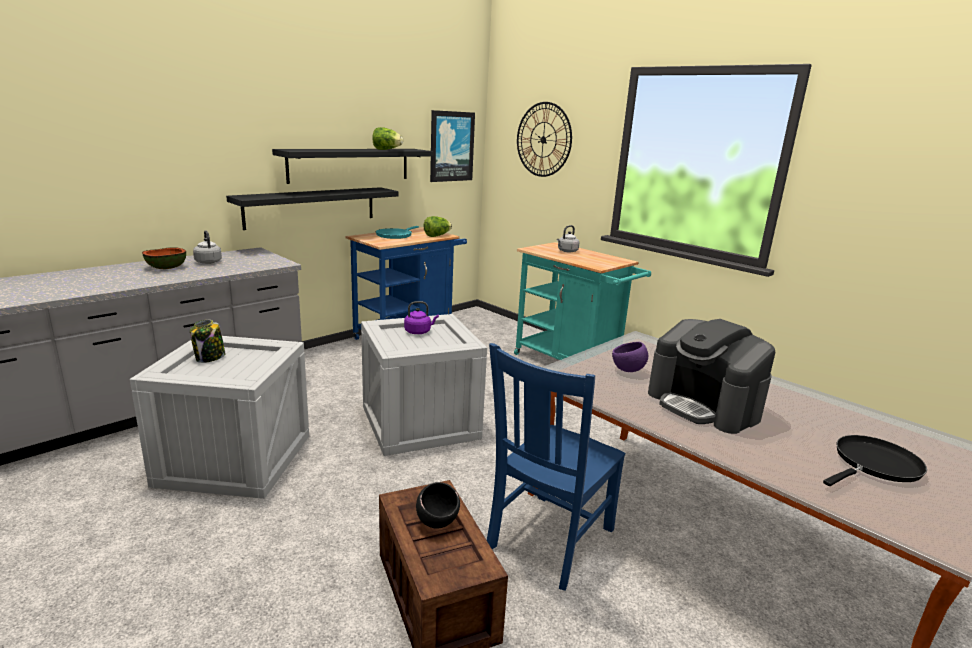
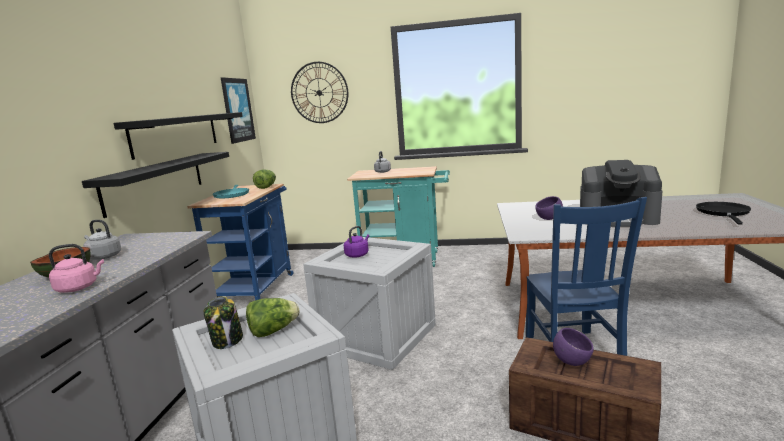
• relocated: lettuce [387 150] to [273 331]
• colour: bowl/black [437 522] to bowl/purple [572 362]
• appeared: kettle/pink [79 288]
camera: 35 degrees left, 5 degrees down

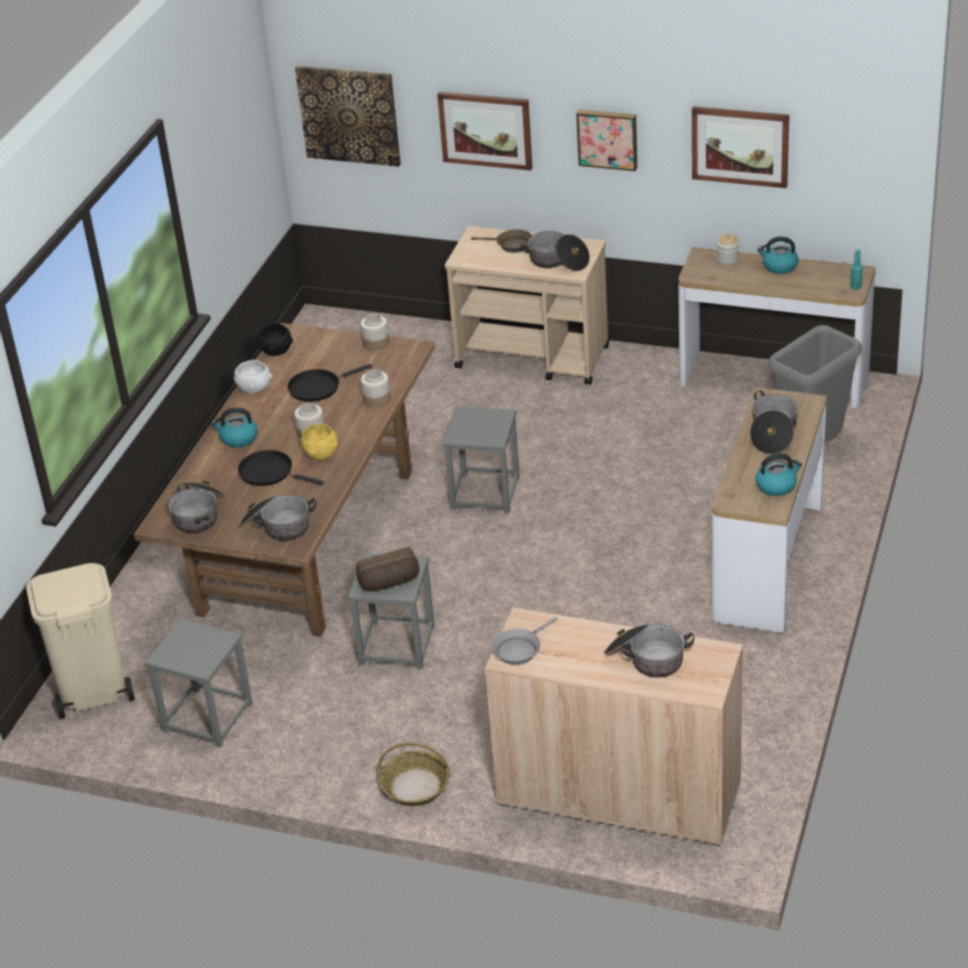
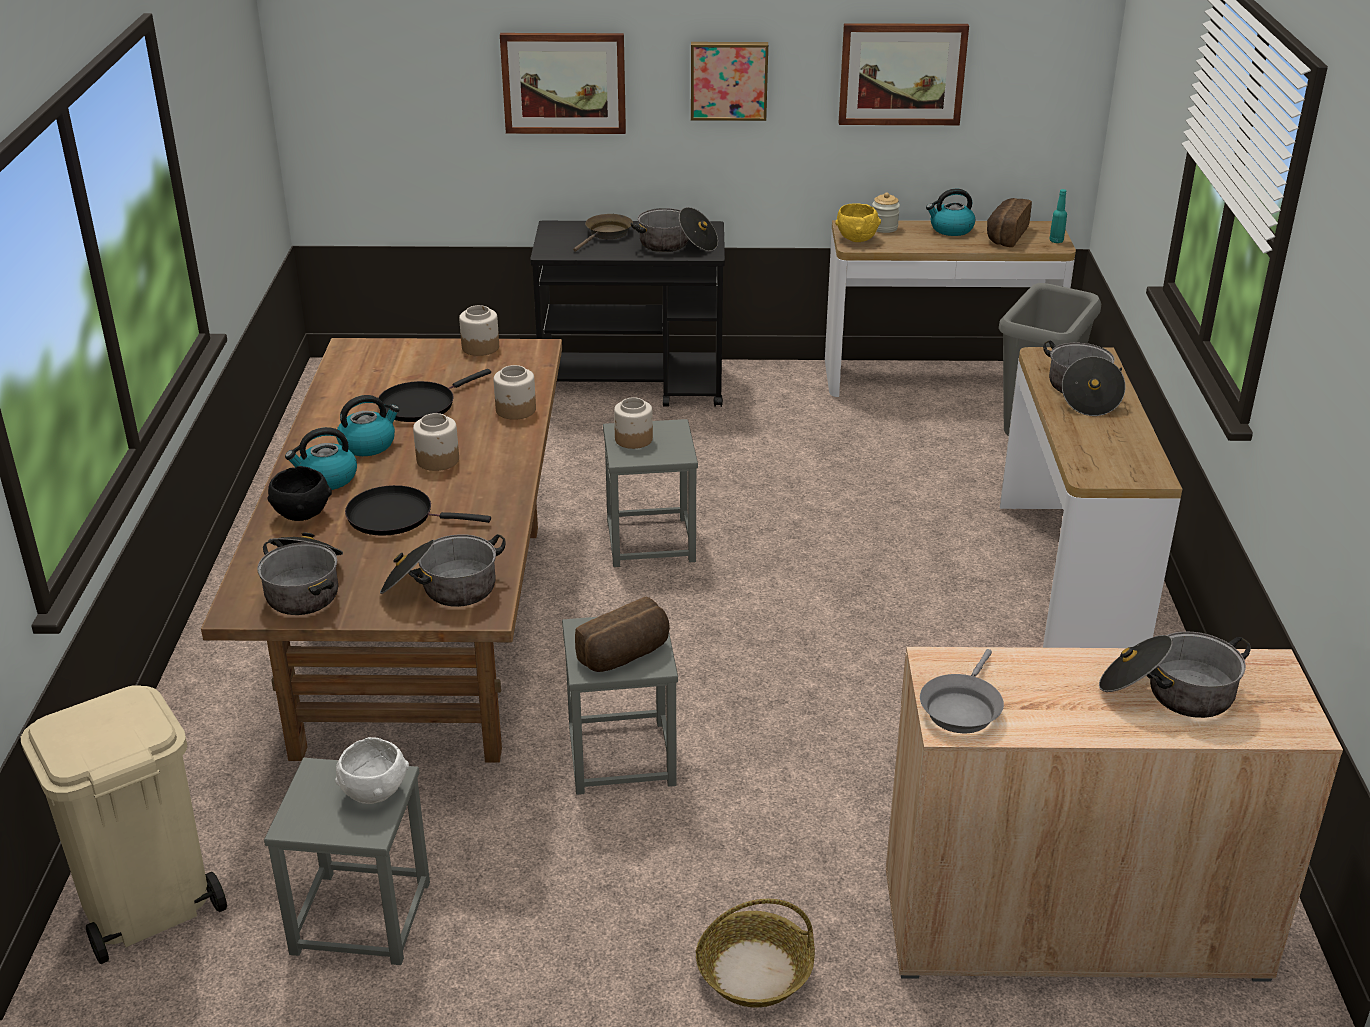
• relocated: bowl/white [254 389] to [373 793]
• relocated: bowl/black [276 352] to [301 515]
• missing: picture [349 115]
• relocated: bowl/yellow [321 454] to [856 239]
• colour: cart/beige [533 357] to cart/black [634 386]
• spun: frying pan/brown [511 245] = [607 234] 60 degrees counterclockwise
• relocated: kettle [776 485] to [368 444]
• appeared: jar [633 439]
• appeared: bread [1005 235]
camera: 20 degrees left, 5 degrees down

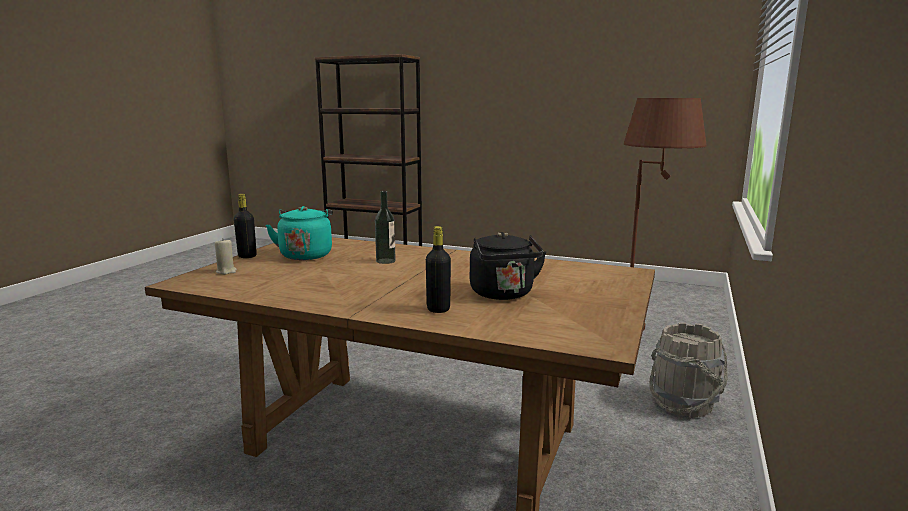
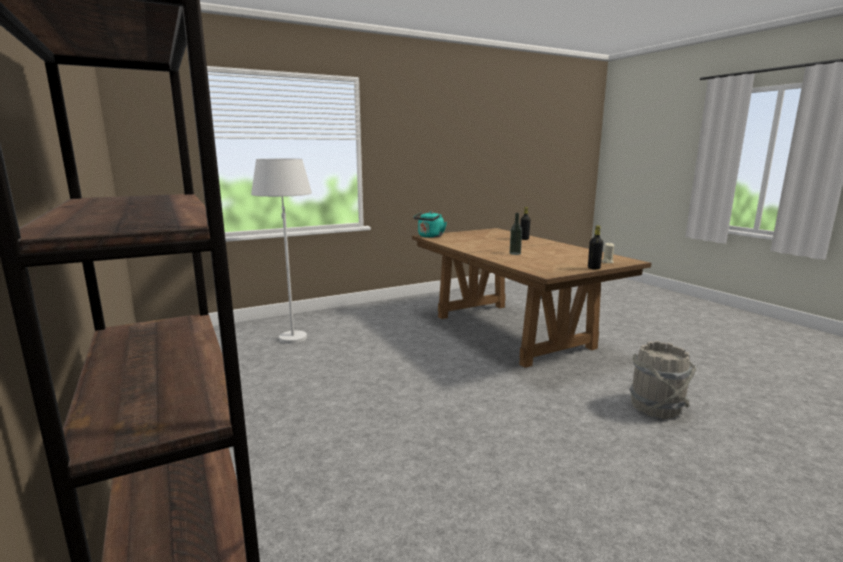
• relocated: kettle/turquoise [306 255] to [430 236]
• missing: kettle/black [503 294]
• colour: floor lamp/brown [646 330] to floor lamp/white [292 333]
• relocated: bucket/grey [683 404] to [656 408]
camera: 140 degrees left, 0 degrees up

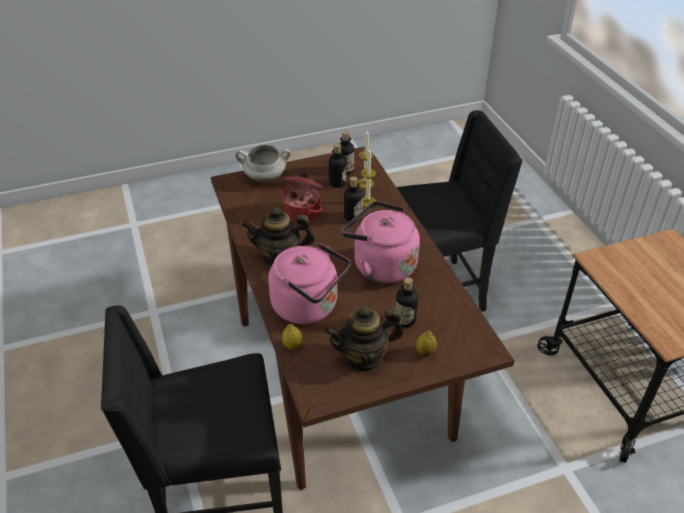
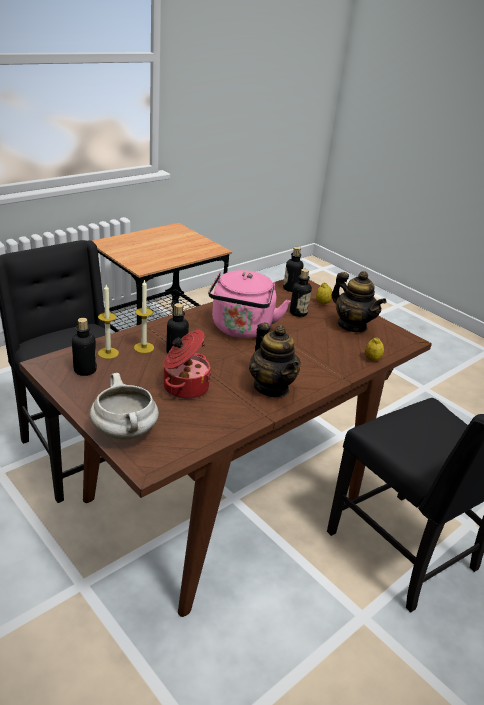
• missing: kettle/pink [309 306]
• relocated: bottle [337 183] to [291 288]
camera: 115 degrees left, 10 degrees down

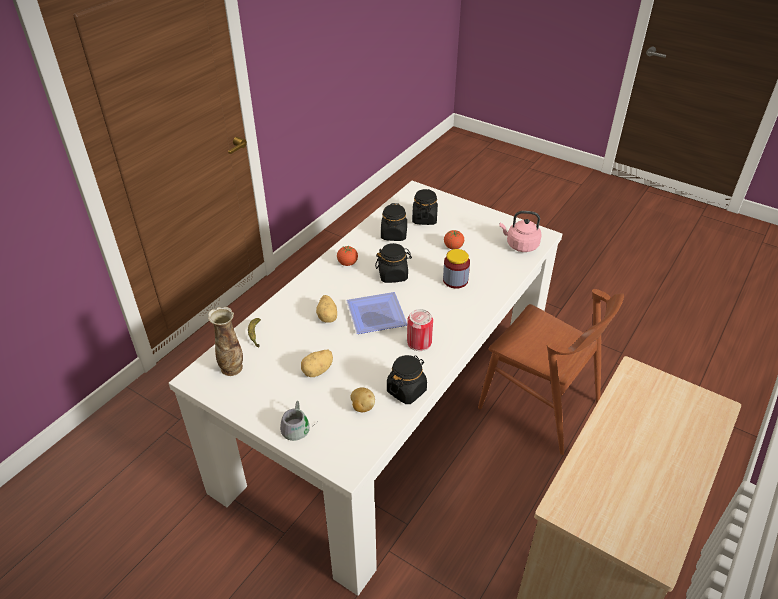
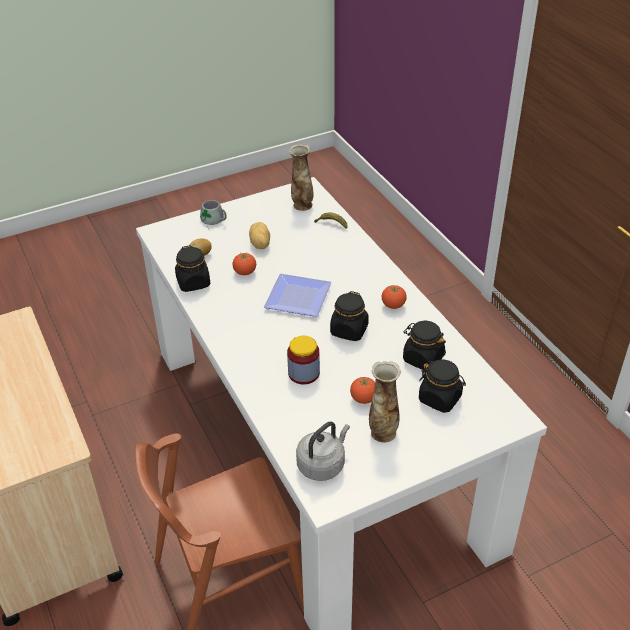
• missing: potato [328 317]
• missing: can [419 342]
• colour: kettle/pink [520 245] to kettle/grey [322 464]
• appeared: tomato [245 272]
• appeared: vase [383 432]
camera: 120 degrees right, 0 degrees up

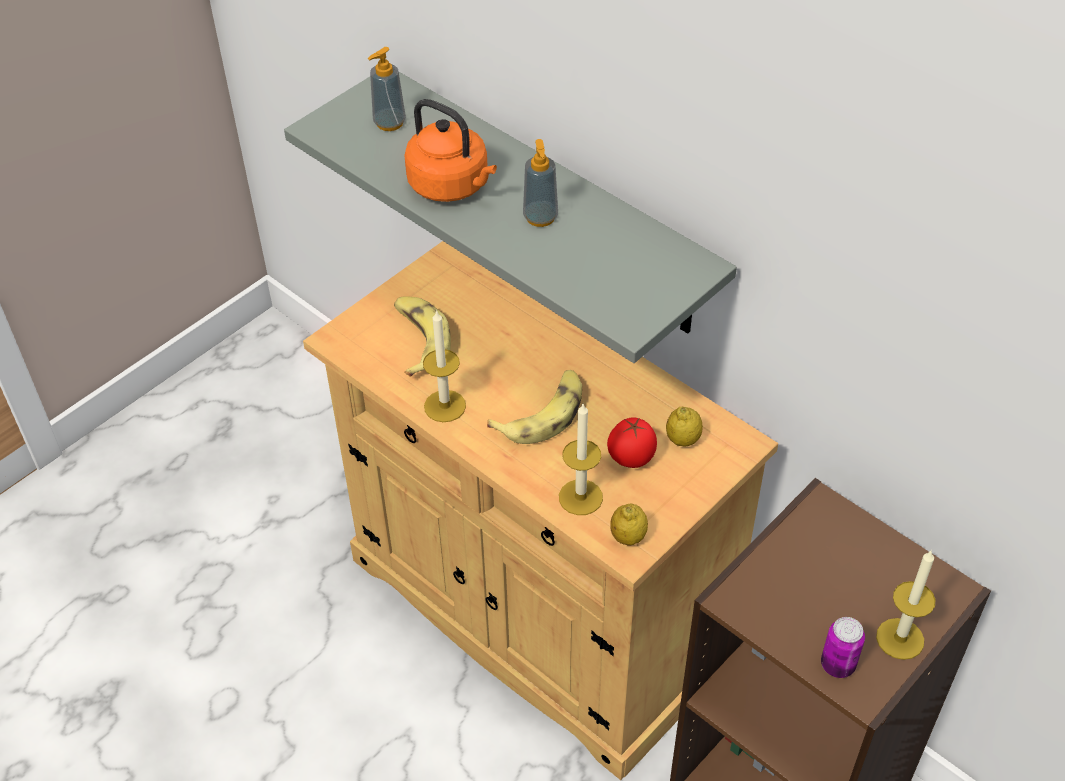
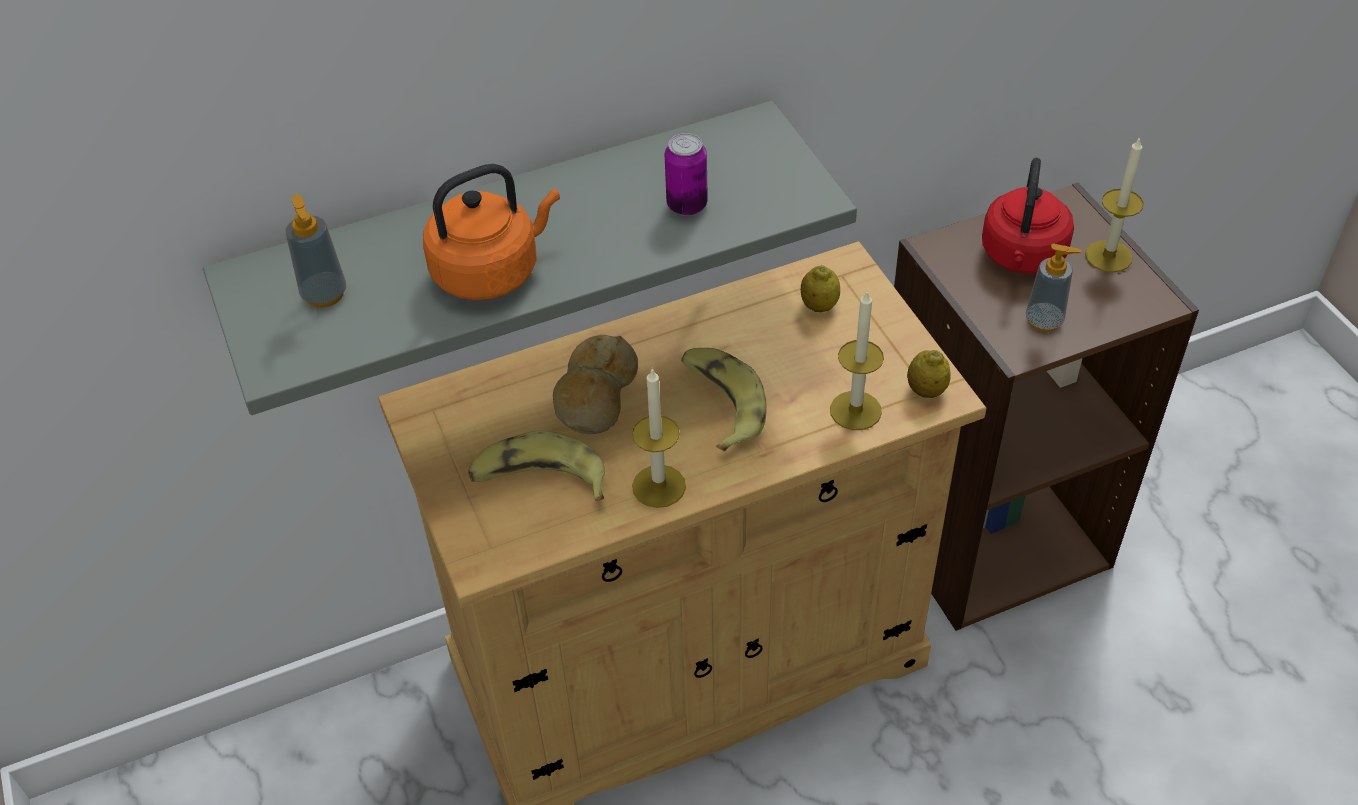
• relocated: soap dispenser [540 217] to [1044 321]
• missing: tomato [630 458]
• relocated: can [837 665] to [687 205]
• appeared: bread [595 397]
• appeared: kettle/red [1022 257]
camera: 65 degrees left, 0 degrees up

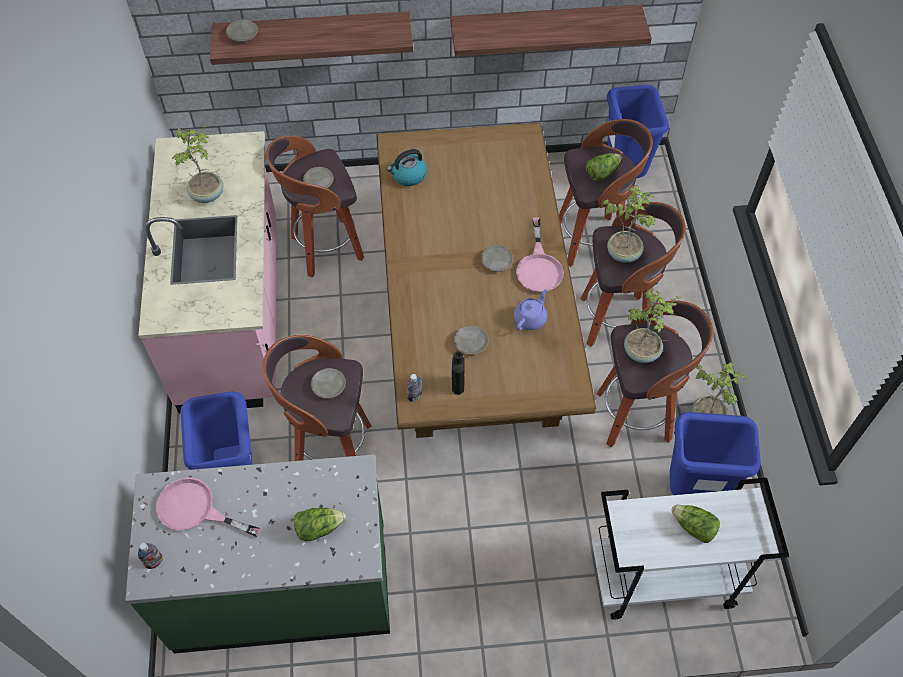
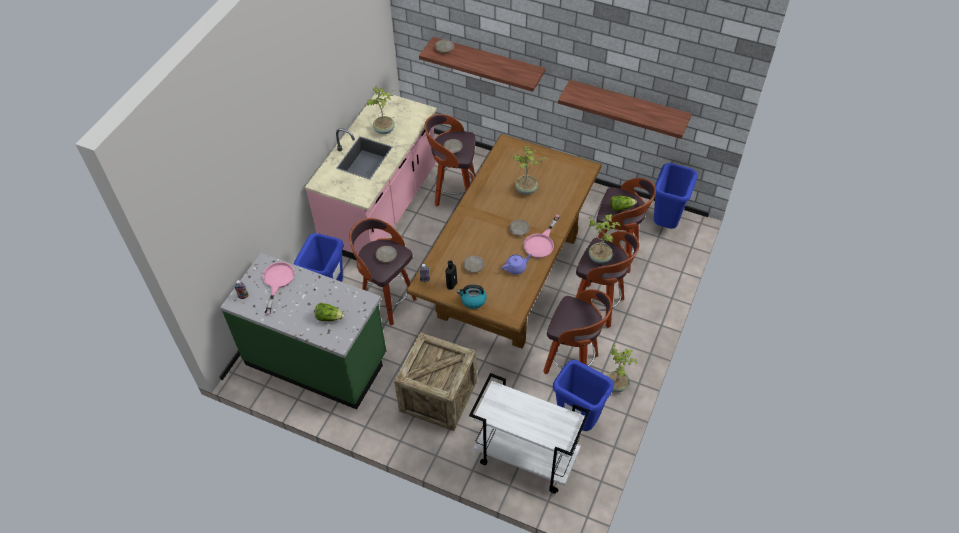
• spun: frying pan/pink [196 510] = [277 281] 45 degrees clockwise
• relocated: kettle [408 176] to [473 300]
• relocated: potted plant [642 352] to [526 190]
• missing: lettuce [694 527]
• appeared: crate [438 396]
camera: 30 degrees right, 5 degrees down

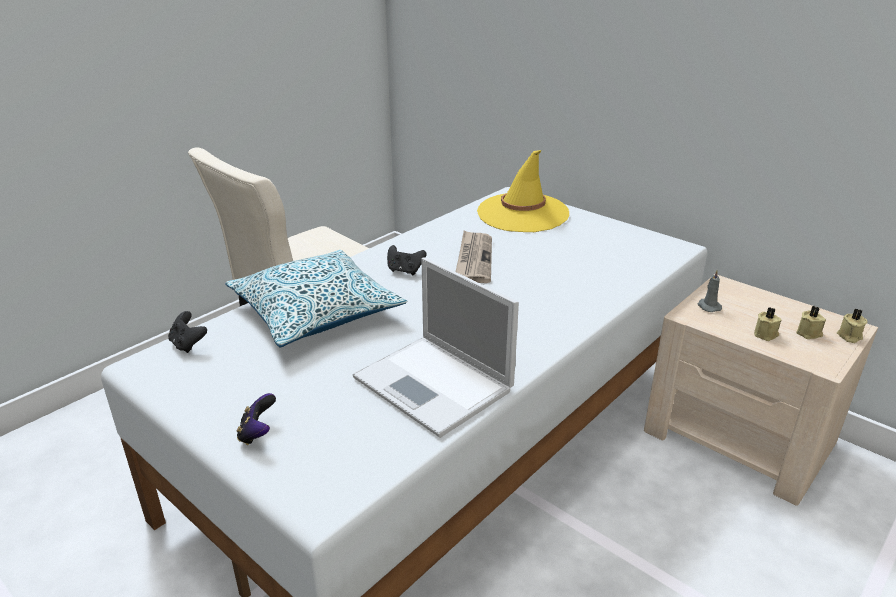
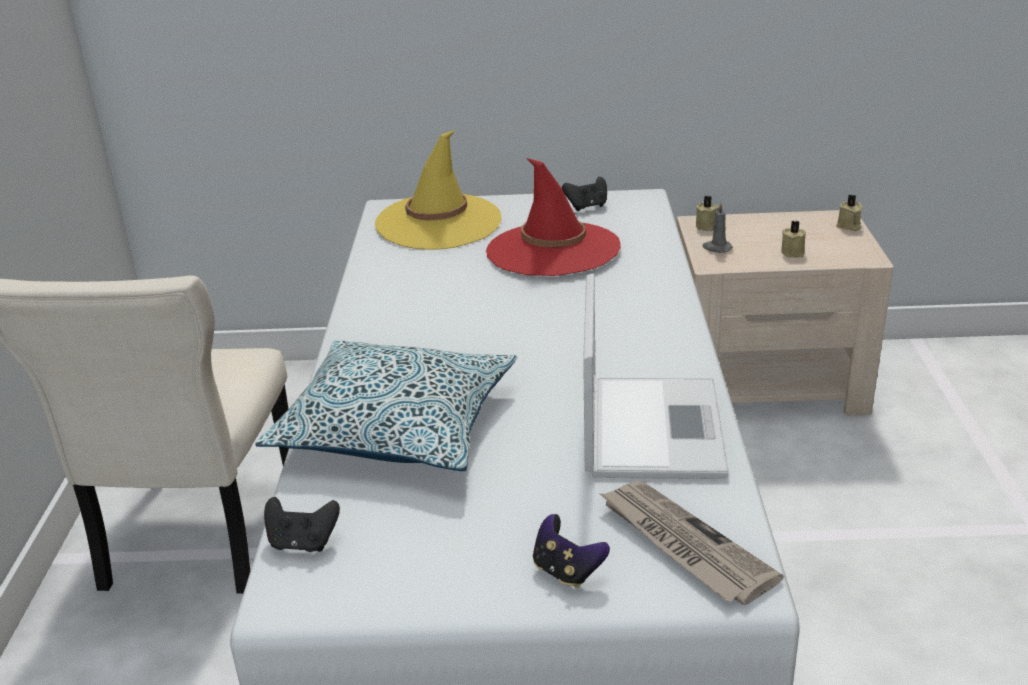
• spun: laptop [435 385] = [651 426] 90 degrees counterclockwise
• relocated: game controller/black [405 271] to [587 206]
• relocated: newspaper [474 259] to [683 544]
• relocated: candle/beige [809 333] to [707 226]
• appeared: hat/red [553 250]
camera: 40 degrees left, 0 degrees up

